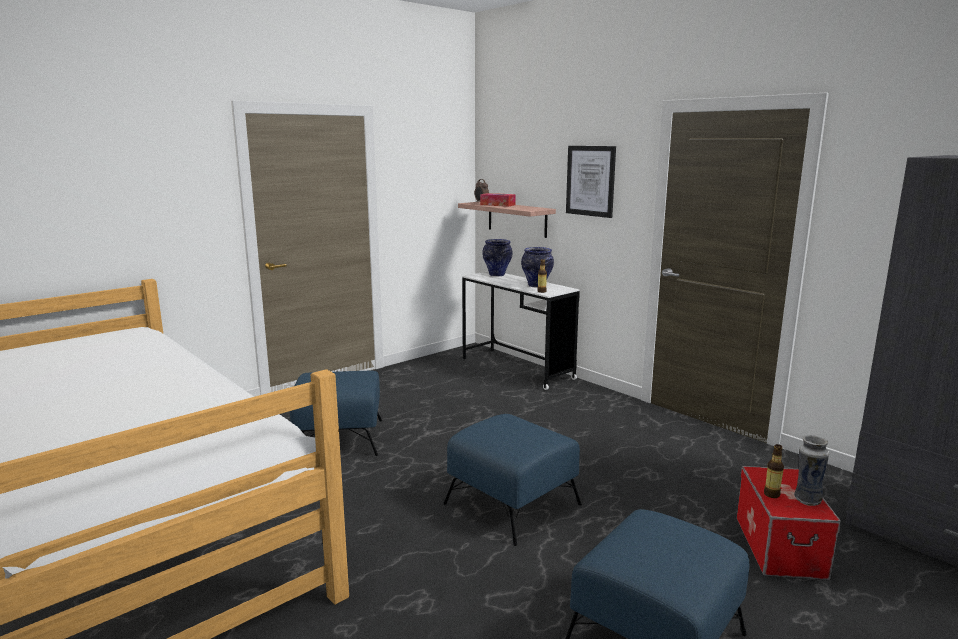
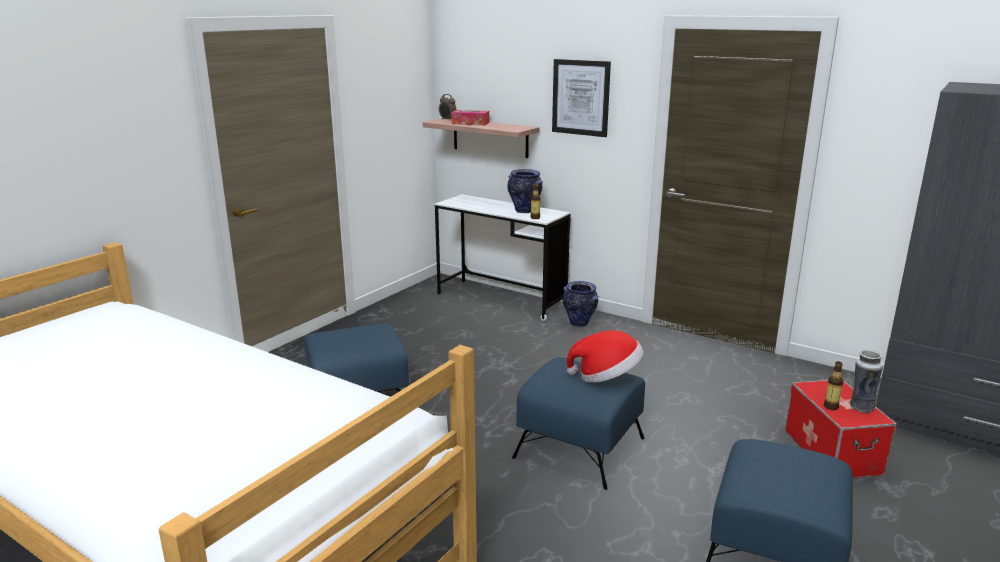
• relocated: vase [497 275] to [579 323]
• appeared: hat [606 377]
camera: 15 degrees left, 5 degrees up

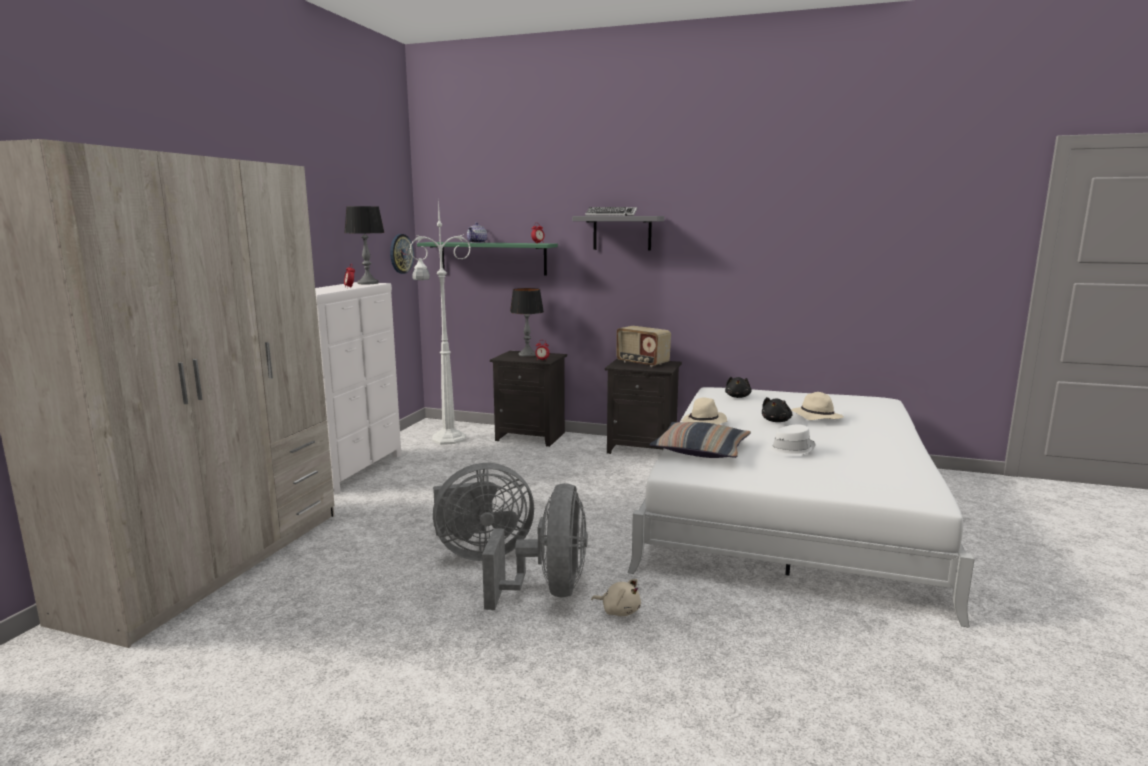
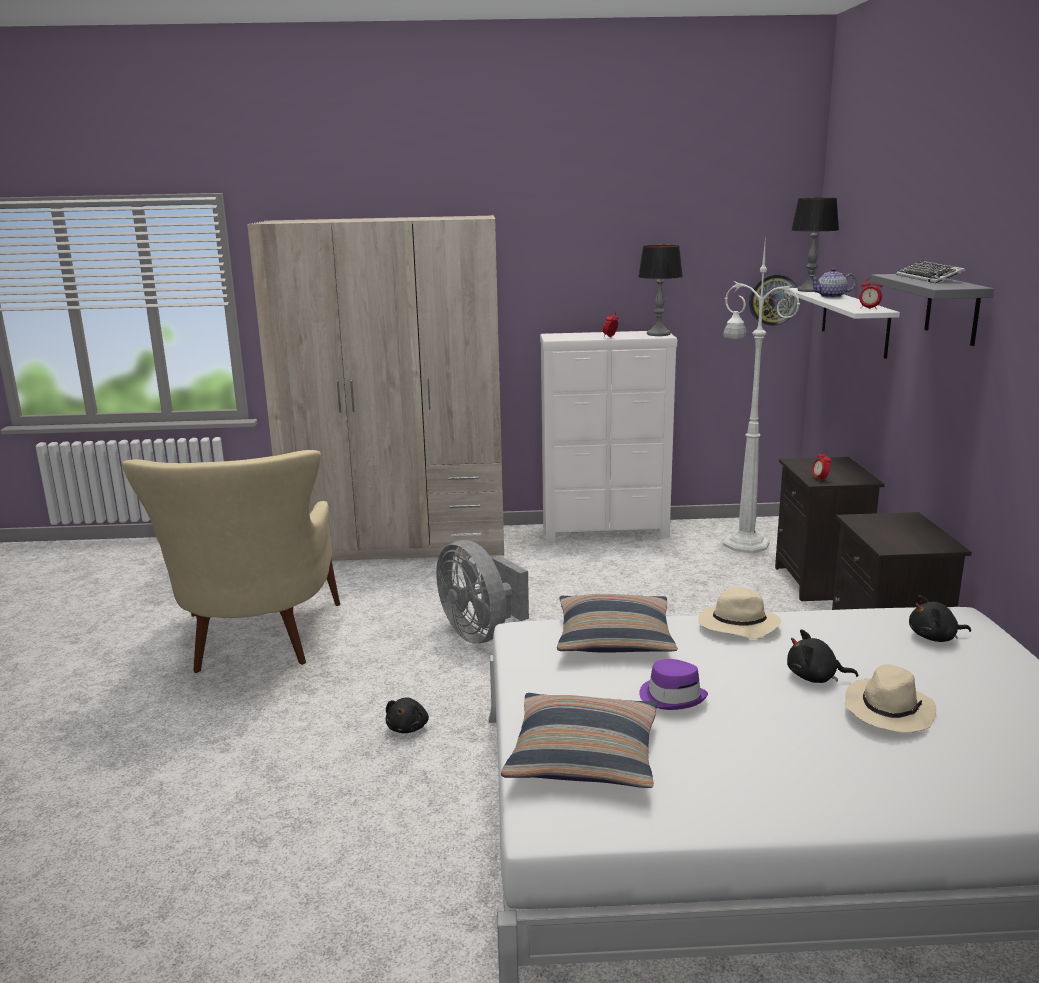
• colour: shelf/green [492 258] to shelf/white [854 321]
• missing: fan/grey [549 590]
• relocated: table lamp [527 355] to [810 290]
• colour: plush toy/beige [619 611] to plush toy/black [408 727]
• missing: radio [642 363]
• colour: hat/white [790 449] to hat/purple [672 697]
• appeared: armchair/beige [255 647]
• appeared: pillow [583 756]
camera: 70 degrees right, 5 degrees up

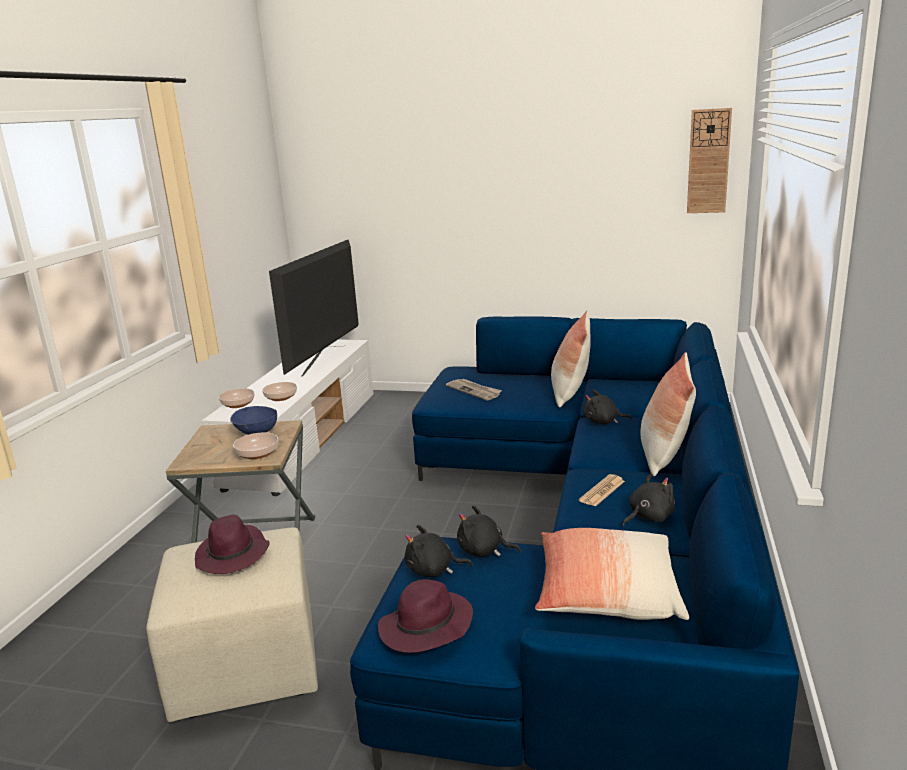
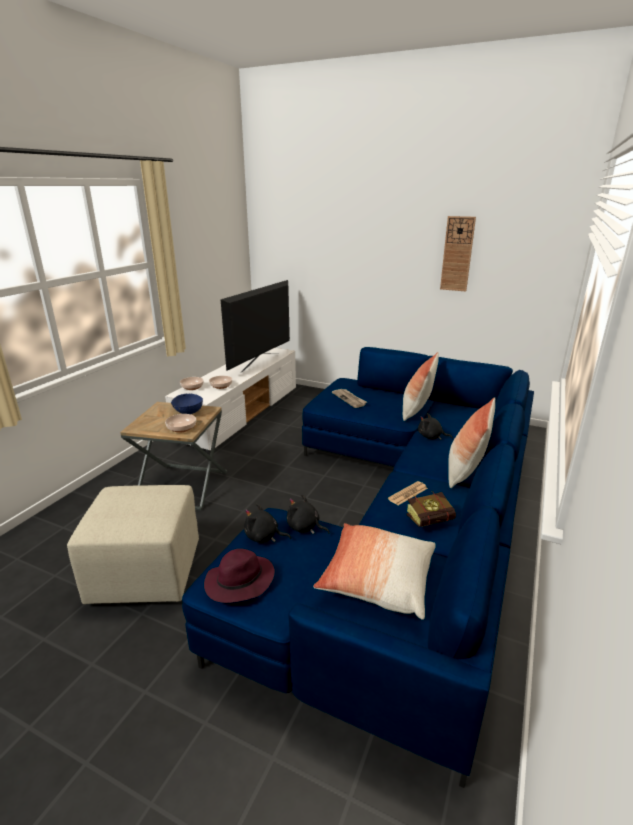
• missing: hat/purple [233 555]
• exchanged: plush toy/black [648 517] to book [433 521]
• relocated: wall clock [708 161] to [457 254]
camera: 10 degrees right, 5 degrees up

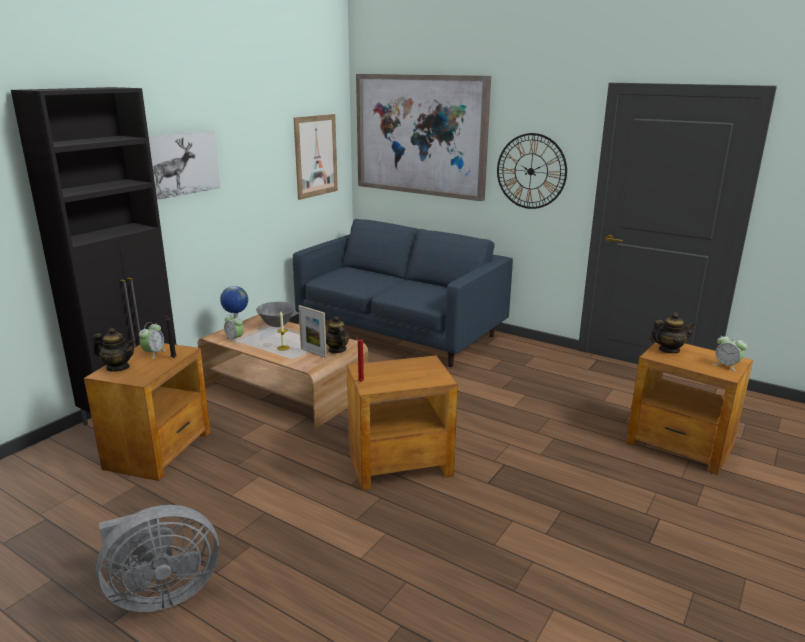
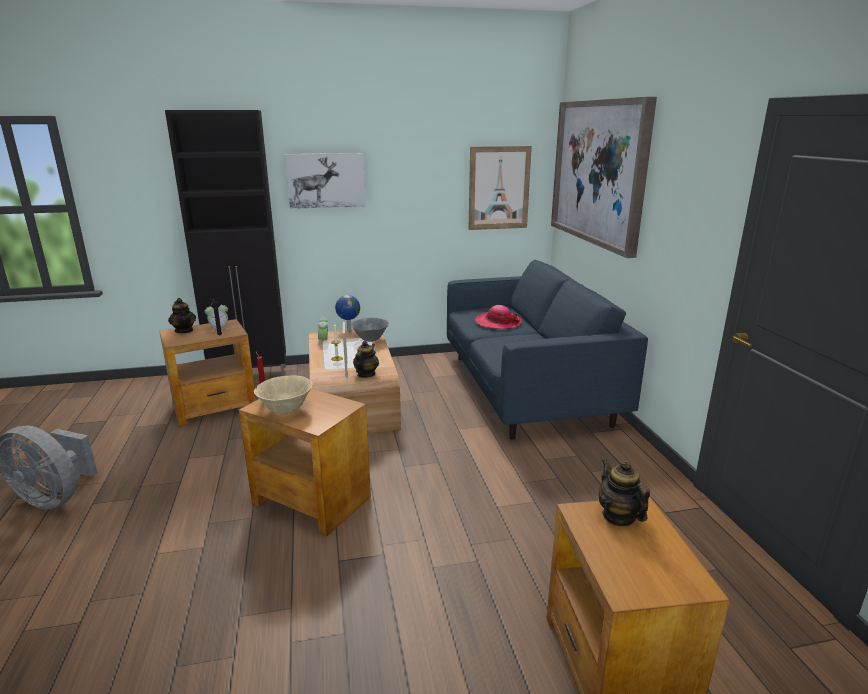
• missing: wall clock [531 171]
• spun: teapot [668 350] = [618 516] 150 degrees counterclockwise
• missing: alarm clock [726 366]
• appeared: bowl/beige [286 411]
• appeared: hat [498 322]
camera: 45 degrees right, 0 degrees up

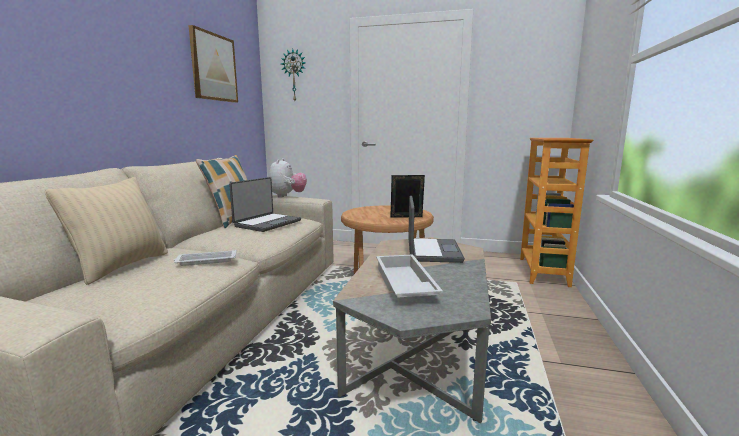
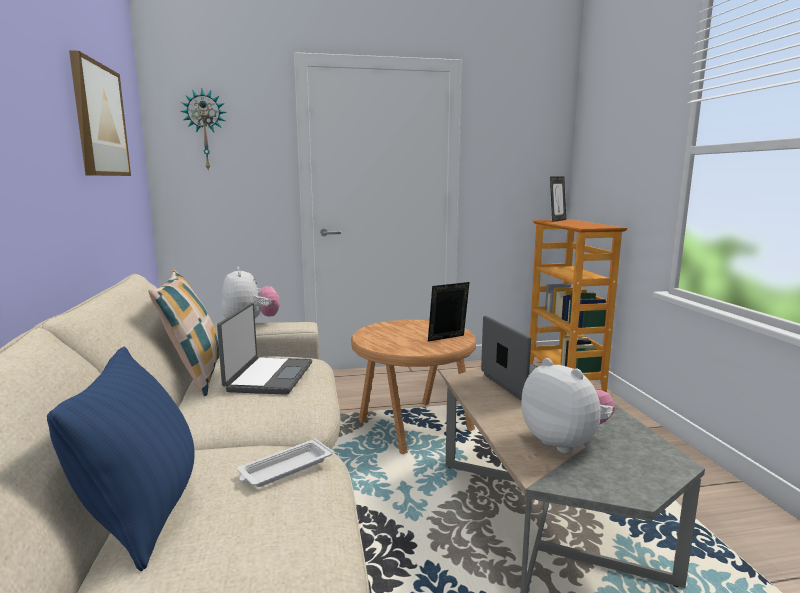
• colour: pillow/beige [121 266] to pillow/blue [143 514]
• exchanged: tray/white [403 284] to plush toy [564 442]
• appeared: picture frame [556 220]
camera: 25 degrees left, 0 degrees up

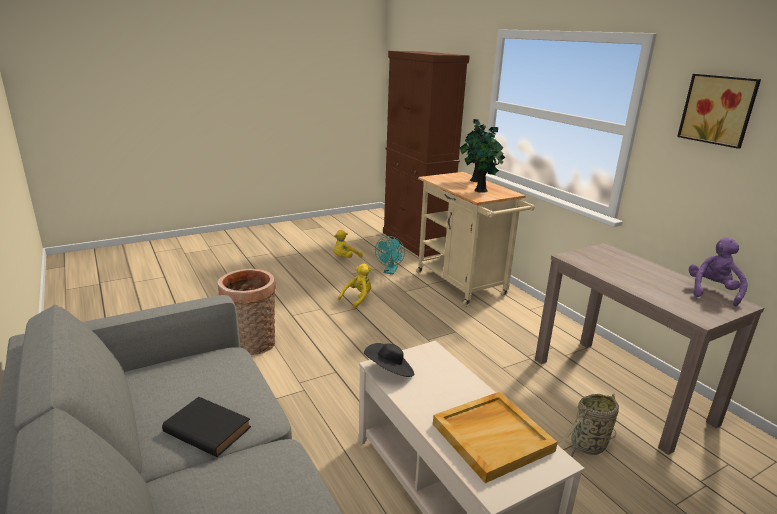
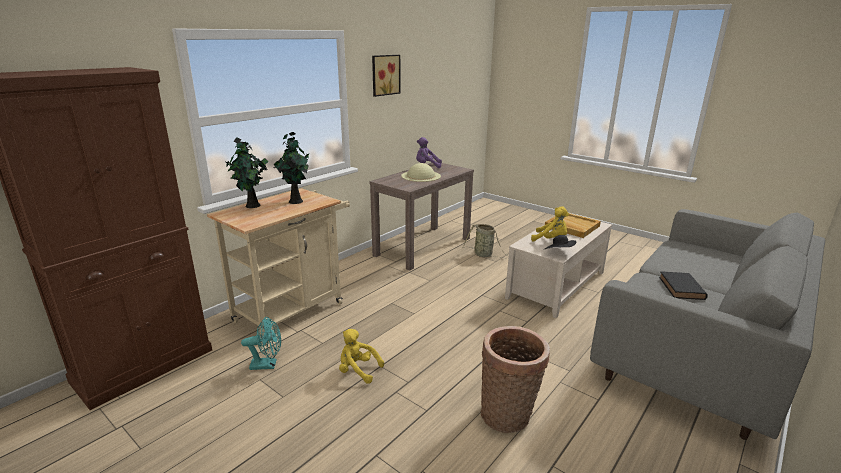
• relocated: plush toy/yellow [345 258] to [551 240]
• appeared: hat/beige [421 176]
camera: 110 degrees left, 0 degrees up

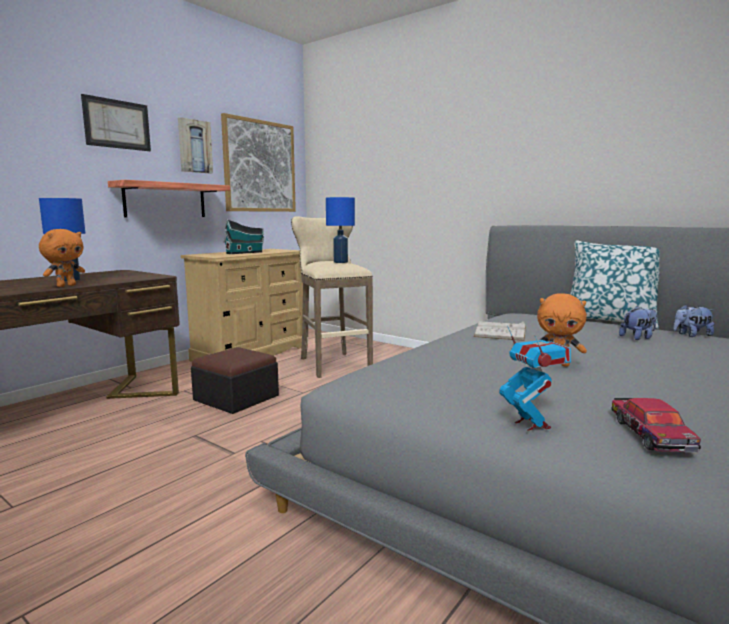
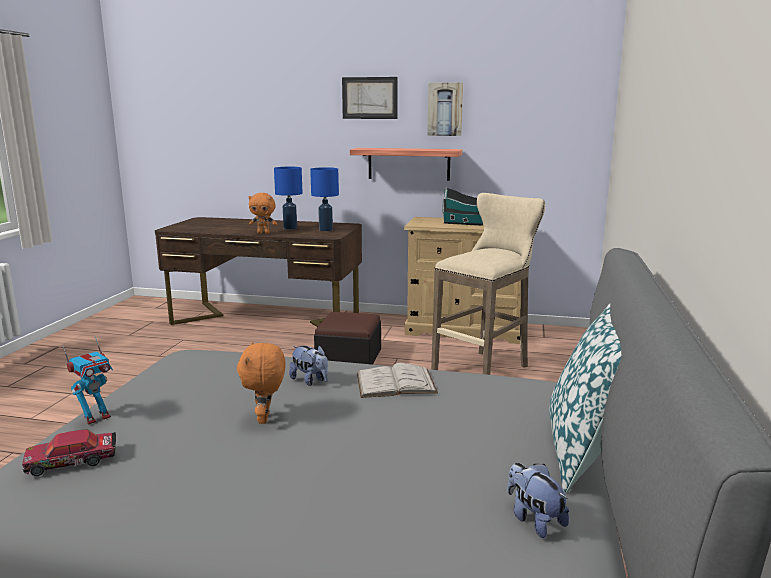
• missing: picture [259 166]
• relocated: table lamp/blue [341 262] to [325 230]
• relocated: plush toy [638 337] to [310 381]
camera: 65 degrees right, 5 degrees up

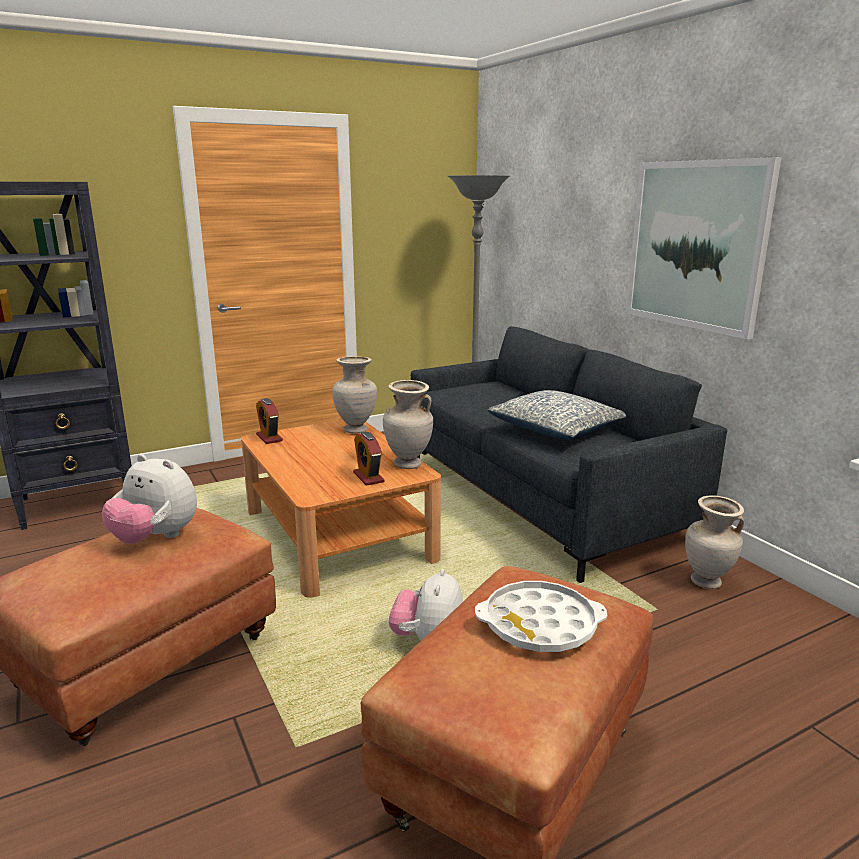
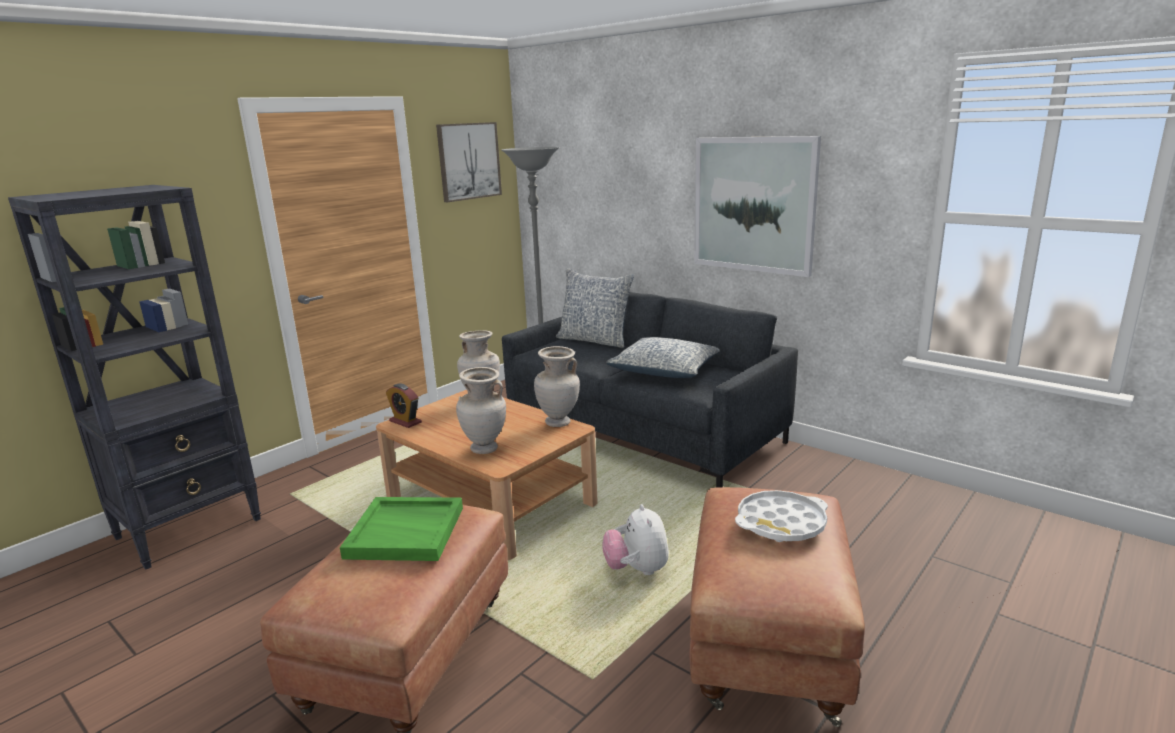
• exchanged: plush toy [156 538] to tray/green [406 532]
• missing: alarm clock [368 477]
• relocated: vase/beige [706 583] to [484 449]
• appeared: picture [468 161]
• appeared: pillow [595 340]
camera: 20 degrees left, 0 degrees up

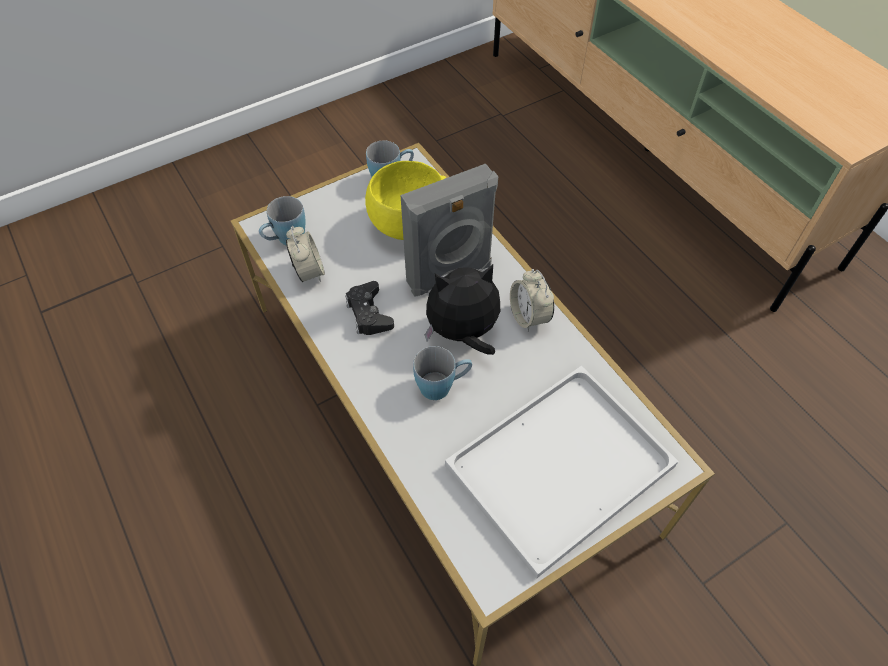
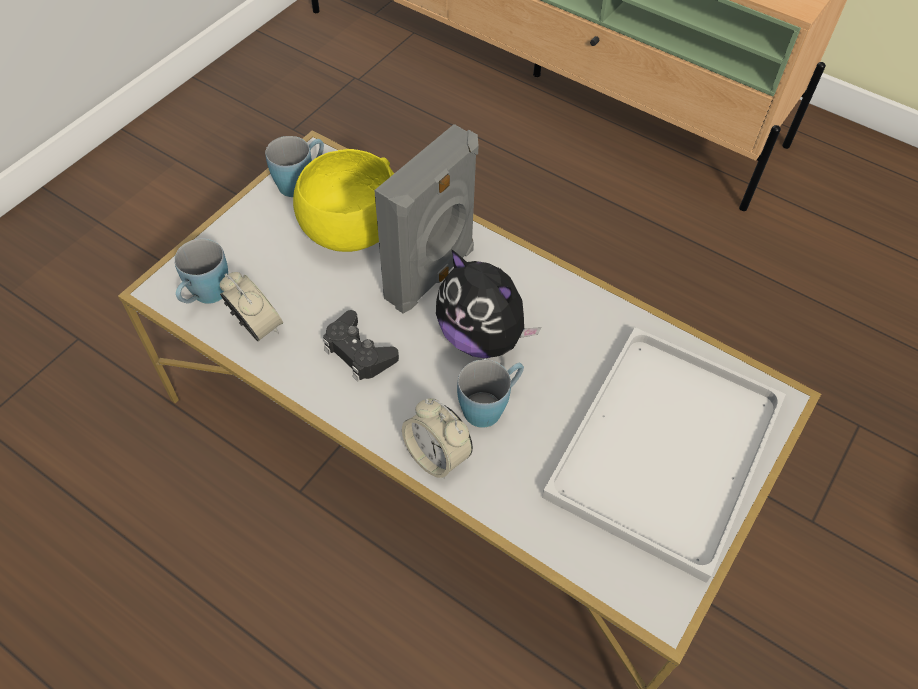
• spun: plush toy [463 333] = [482 337] 105 degrees counterclockwise
• relocated: alarm clock [529 316] to [437 456]
camera: 25 degrees left, 0 degrees up

